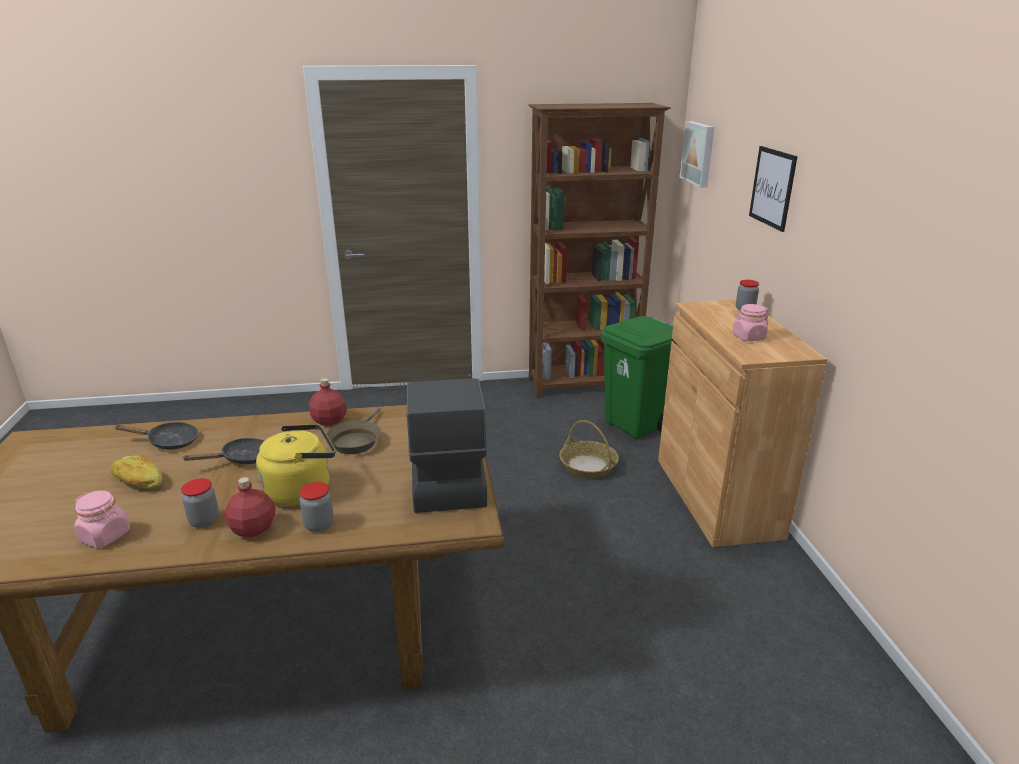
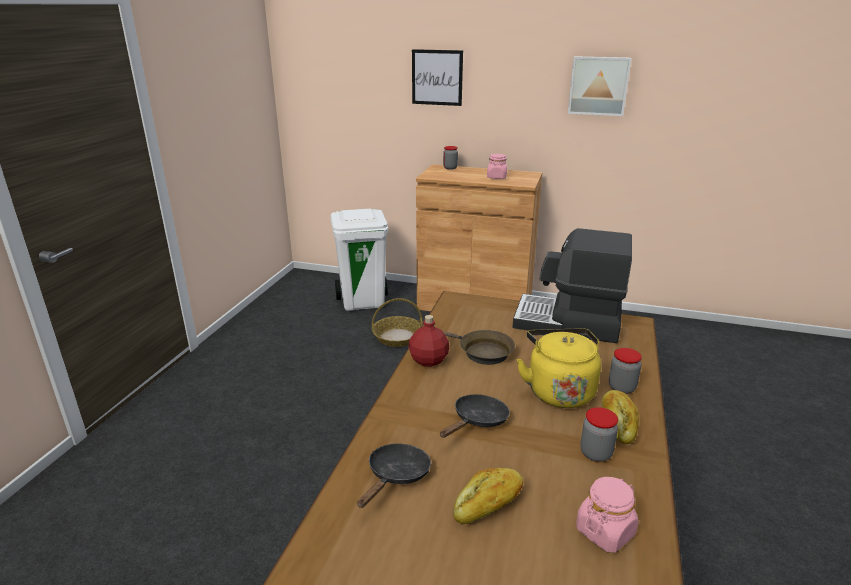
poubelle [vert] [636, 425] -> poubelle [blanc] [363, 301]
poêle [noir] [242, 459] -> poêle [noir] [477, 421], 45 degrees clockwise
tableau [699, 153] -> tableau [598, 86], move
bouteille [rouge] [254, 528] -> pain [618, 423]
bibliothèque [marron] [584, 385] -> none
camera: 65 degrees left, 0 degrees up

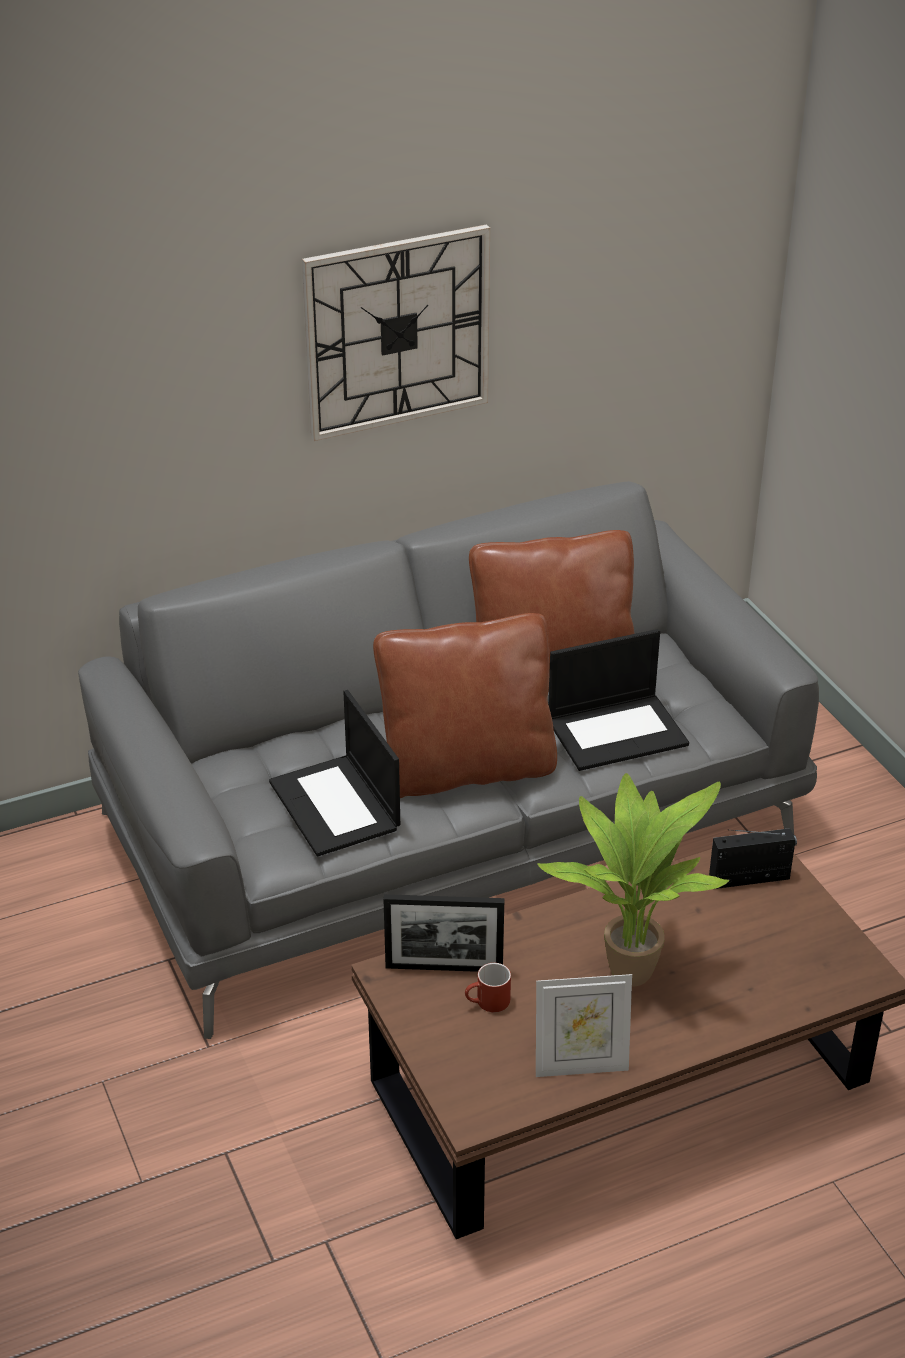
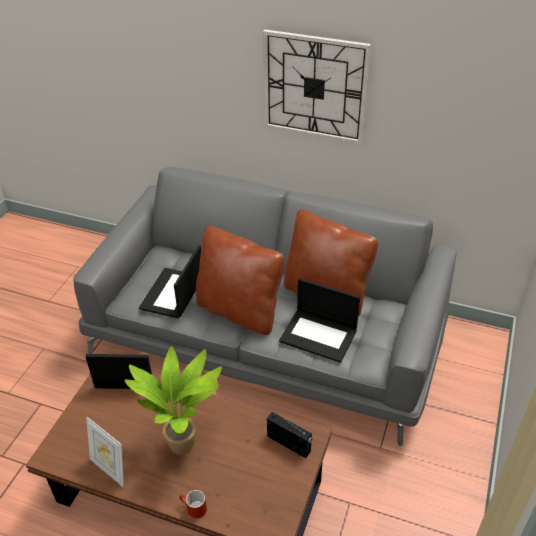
cadre photo [444, 968] -> cadre photo [124, 387], 135 degrees clockwise
mug [rouge] [487, 1003] -> mug [rouge] [193, 509], move
camera: 45 degrees right, 5 degrees up

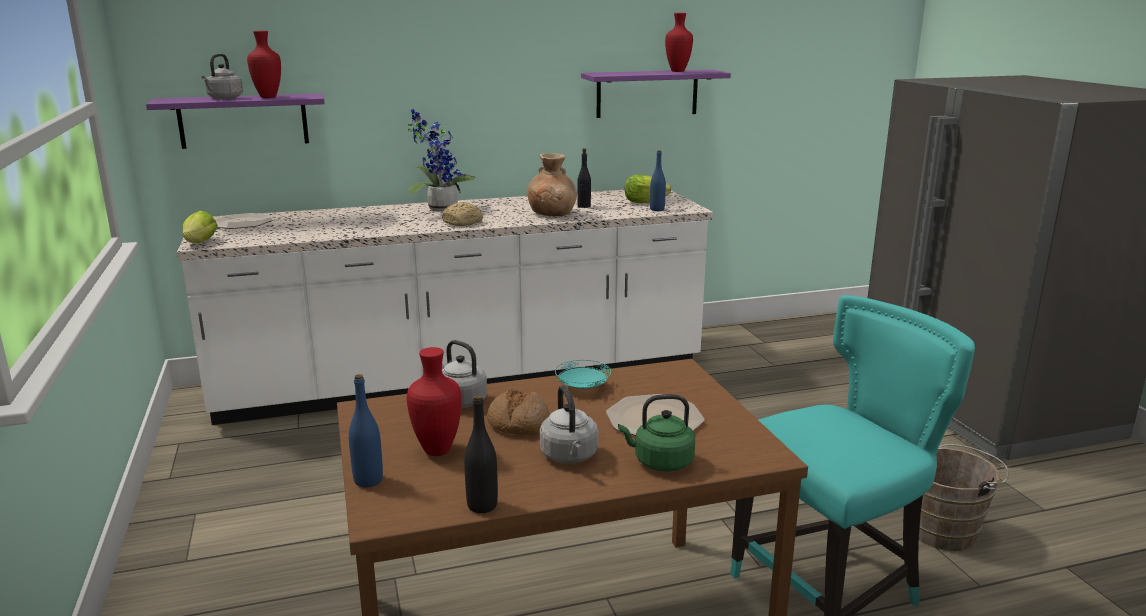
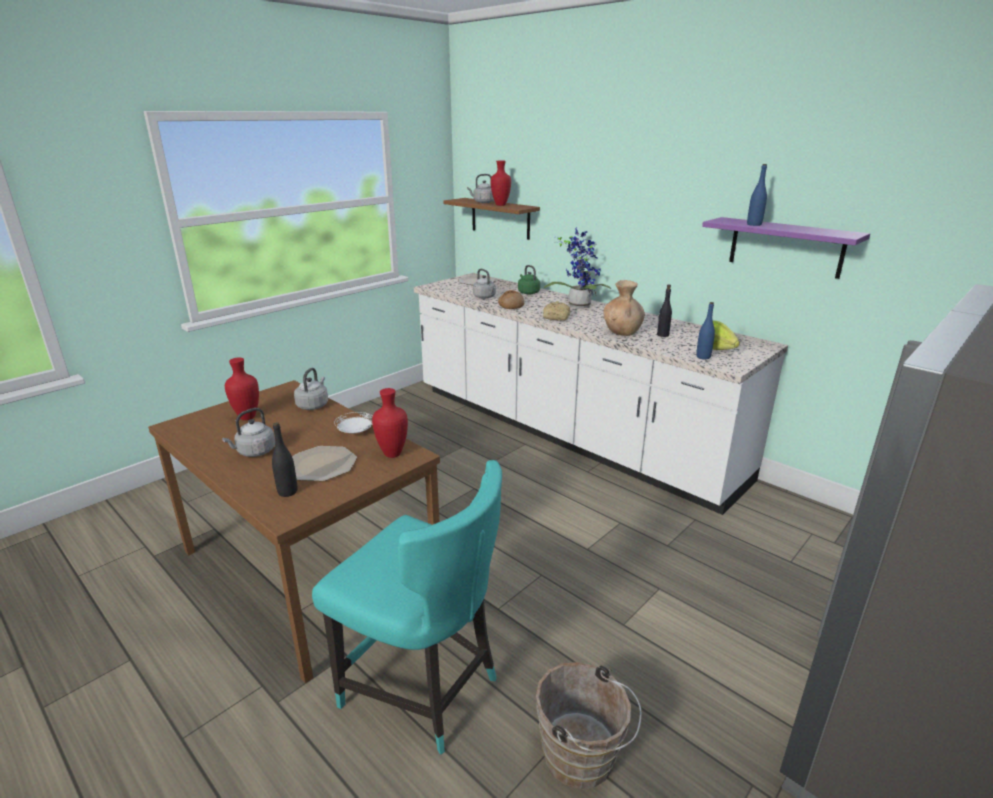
bouteille [noir] [482, 506] -> bouteille [noir] [287, 492], move
assiette [turquoise] [582, 388] -> assiette [blanc] [355, 432]
vase [rouge] [678, 71] -> vase [rouge] [393, 454], move
étagère [violet] [243, 121] -> étagère [marron] [500, 218]
none -> bouilloire [gris] [485, 297]
pain [518, 424] -> pain [511, 305], move
bouilloire [vert] [660, 462] -> bouilloire [vert] [528, 292], move
bouteille [bleu] [368, 480] -> bouteille [bleu] [754, 224], move
laitue [199, 243] -> none
camera: 60 degrees right, 5 degrees up

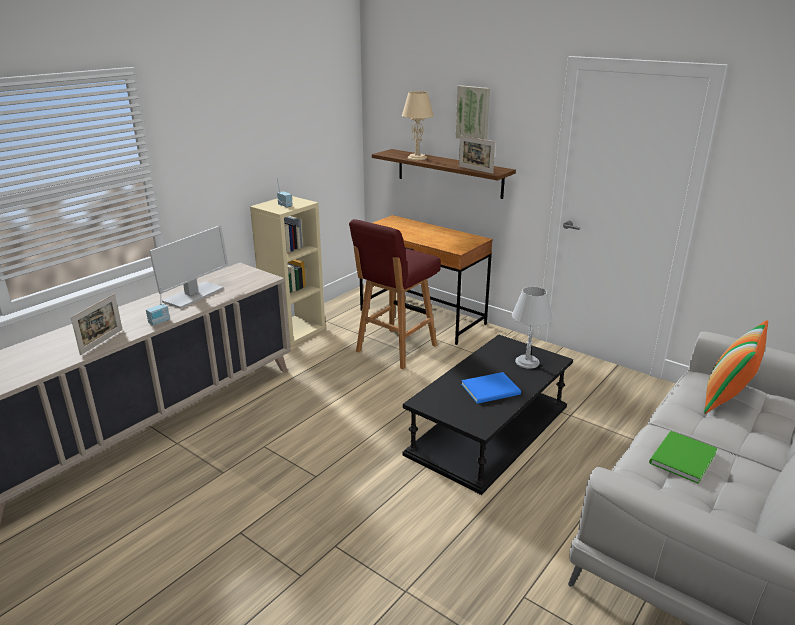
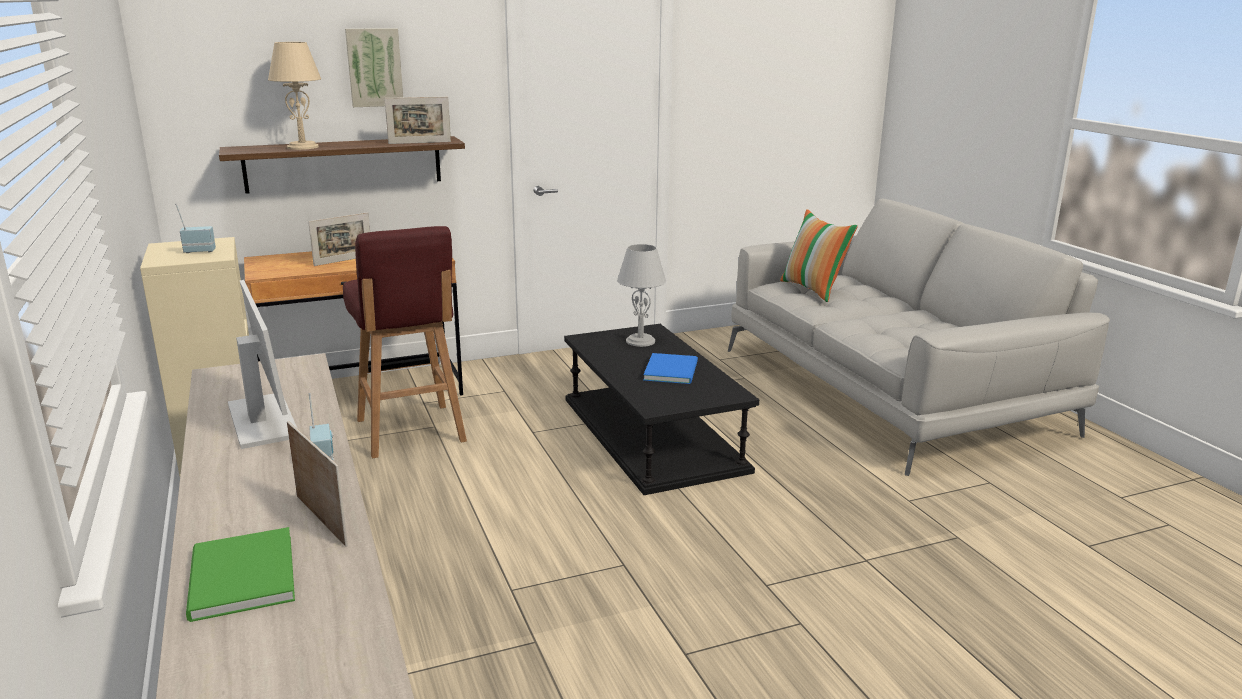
livre [vert] [680, 458] -> livre [vert] [239, 579], move
none -> cadre photo [343, 260]
camera: 60 degrees left, 5 degrees down

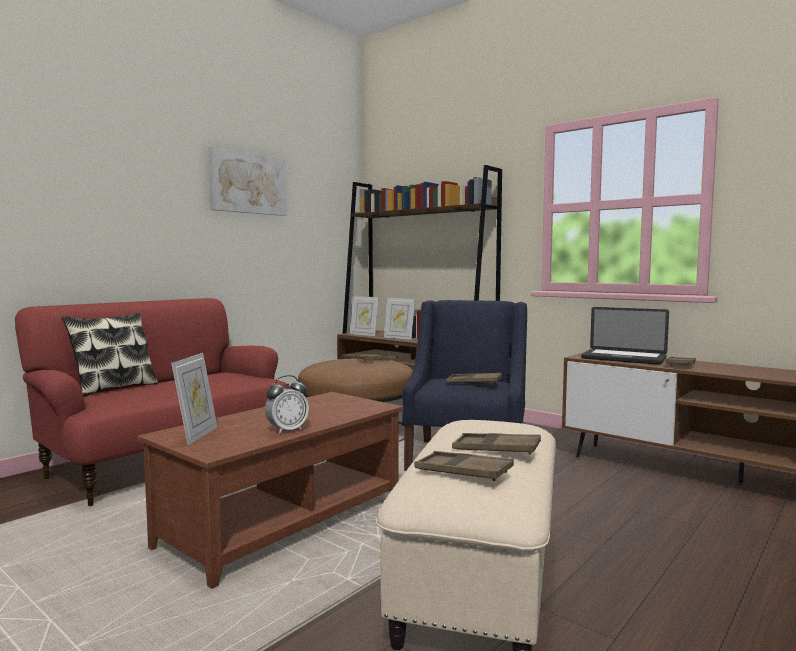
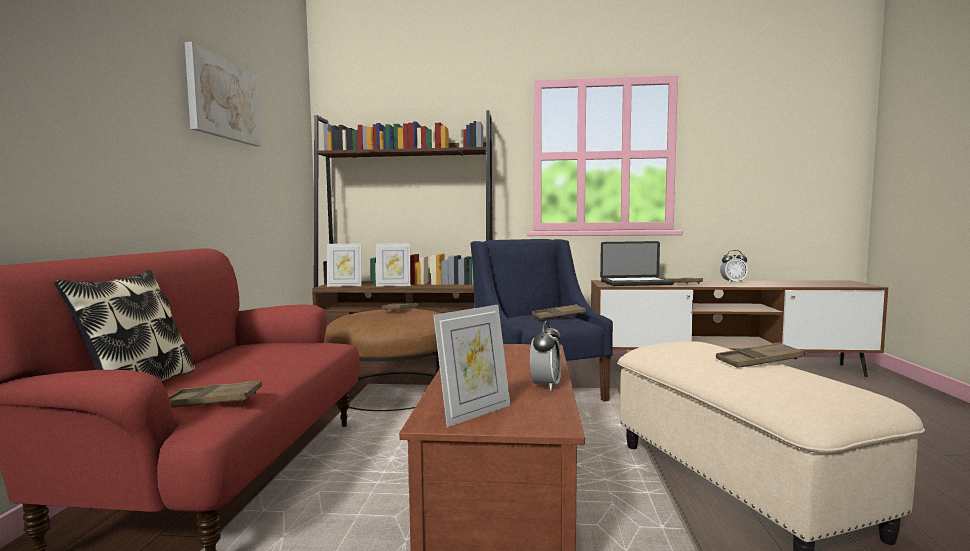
plateau [marron] [463, 472] -> plateau [marron] [212, 402], move
cadre photo [197, 435] -> cadre photo [474, 413], 75 degrees clockwise
none -> réveil [733, 282]
camera: 35 degrees left, 0 degrees up

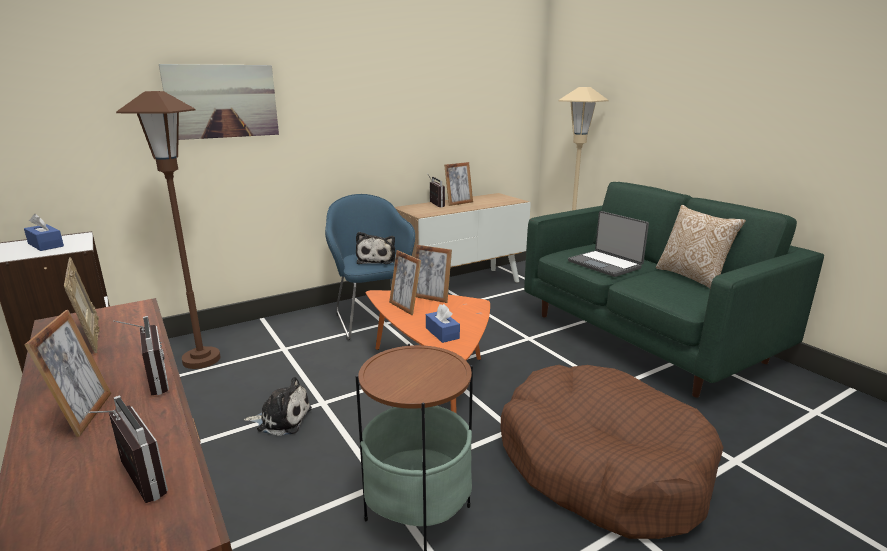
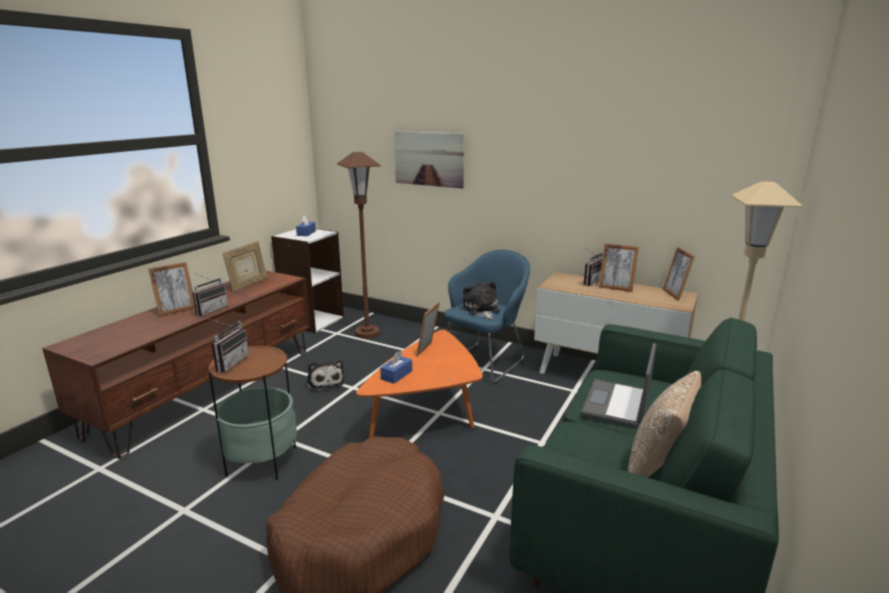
radio [132, 483] -> radio [229, 363], move
peluche [377, 259] -> peluche [481, 310], 105 degrees clockwise
cadre photo [431, 298] -> cadre photo [674, 295], move
camera: 60 degrees right, 0 degrees up

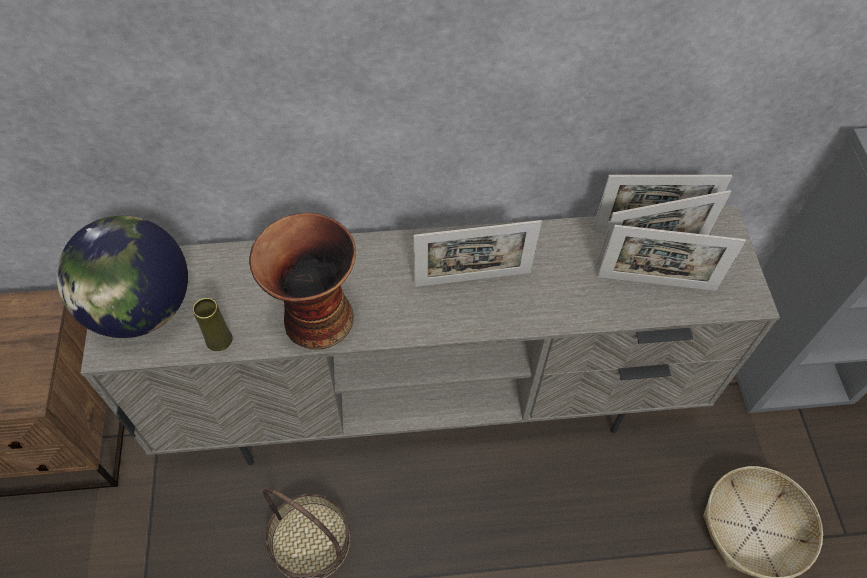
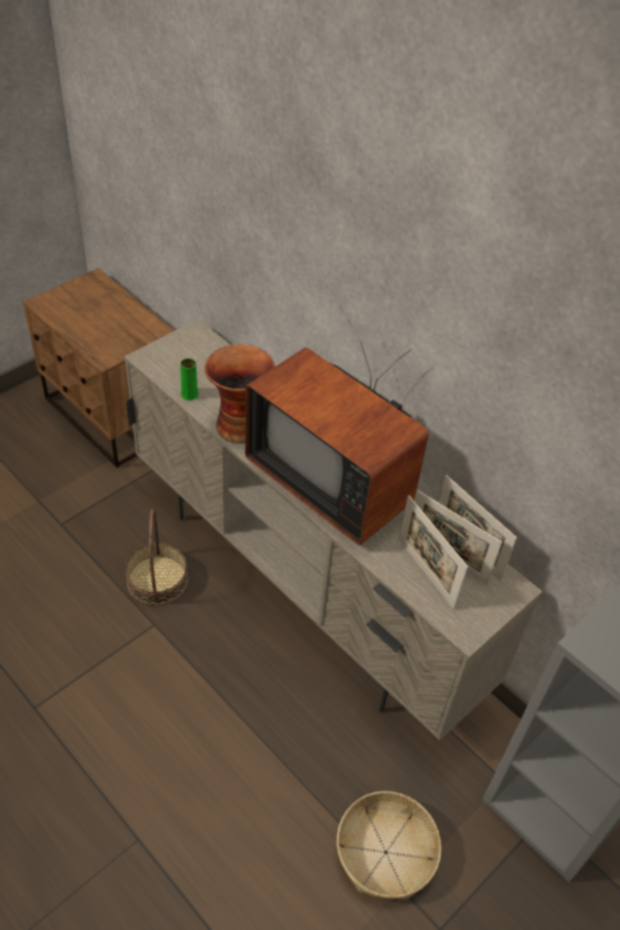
vase [jaune] [219, 339] -> vase [vert] [189, 394]
cadre photo [473, 279] -> téléviseur [334, 478]
globe [141, 308] -> none
camera: 50 degrees right, 10 degrees down

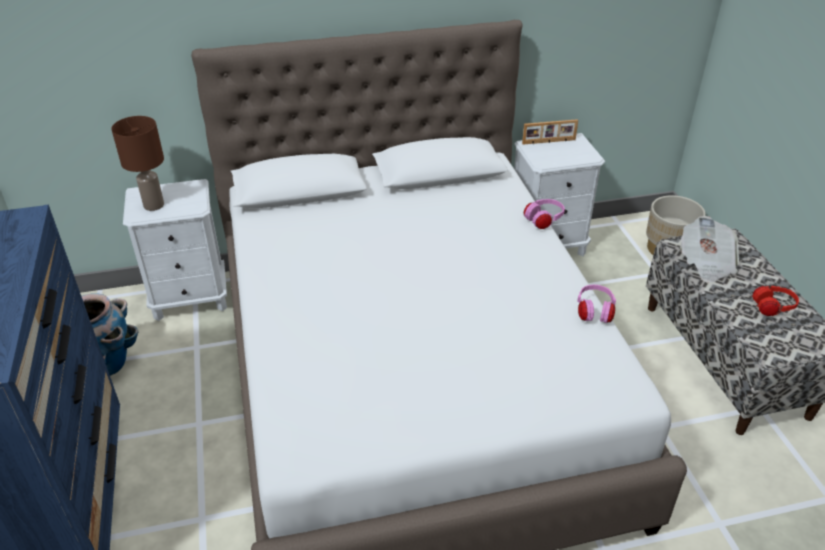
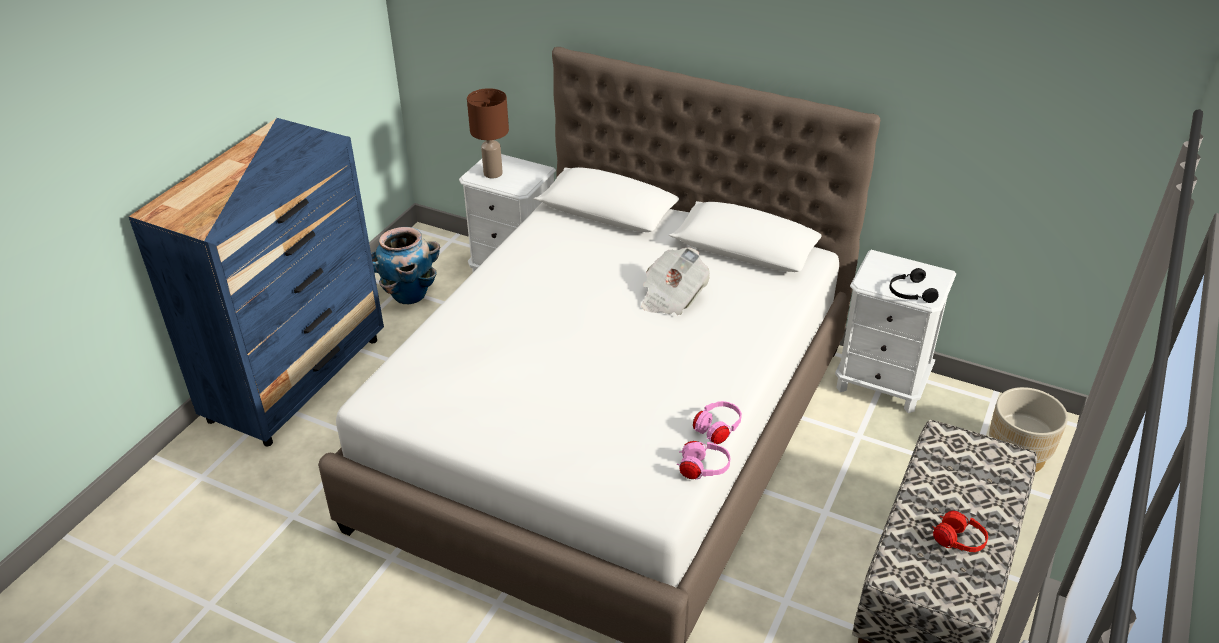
journal [706, 263] -> journal [672, 297], move
casque audio [rose] [543, 221] -> casque audio [rose] [703, 470], move
none -> casque audio [noir] [909, 293]
cadre photo [549, 142] -> none
camera: 40 degrees right, 0 degrees up

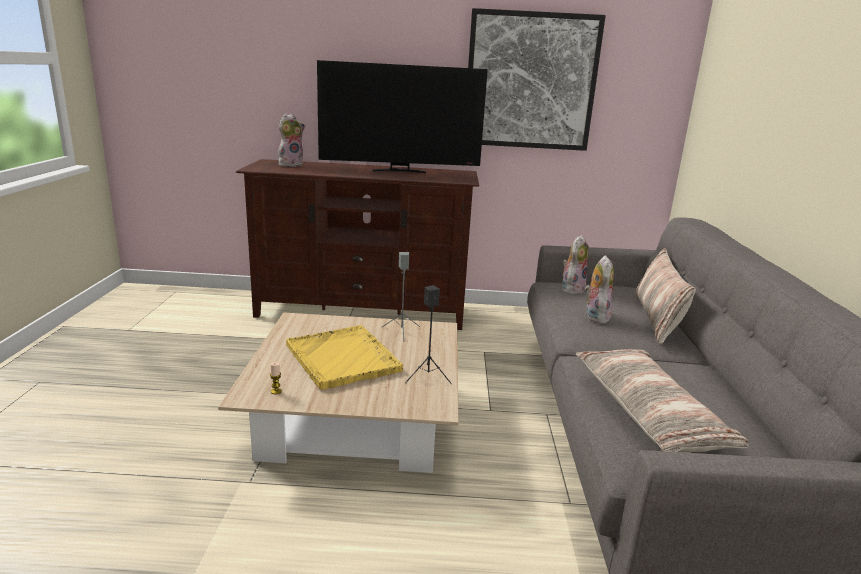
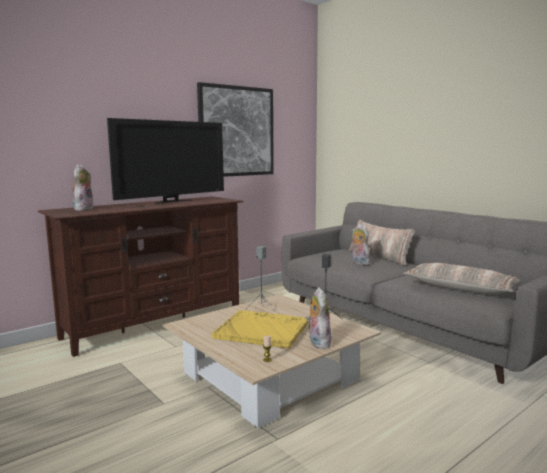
peluche [572, 289] -> peluche [318, 342], move
camera: 40 degrees left, 10 degrees down

